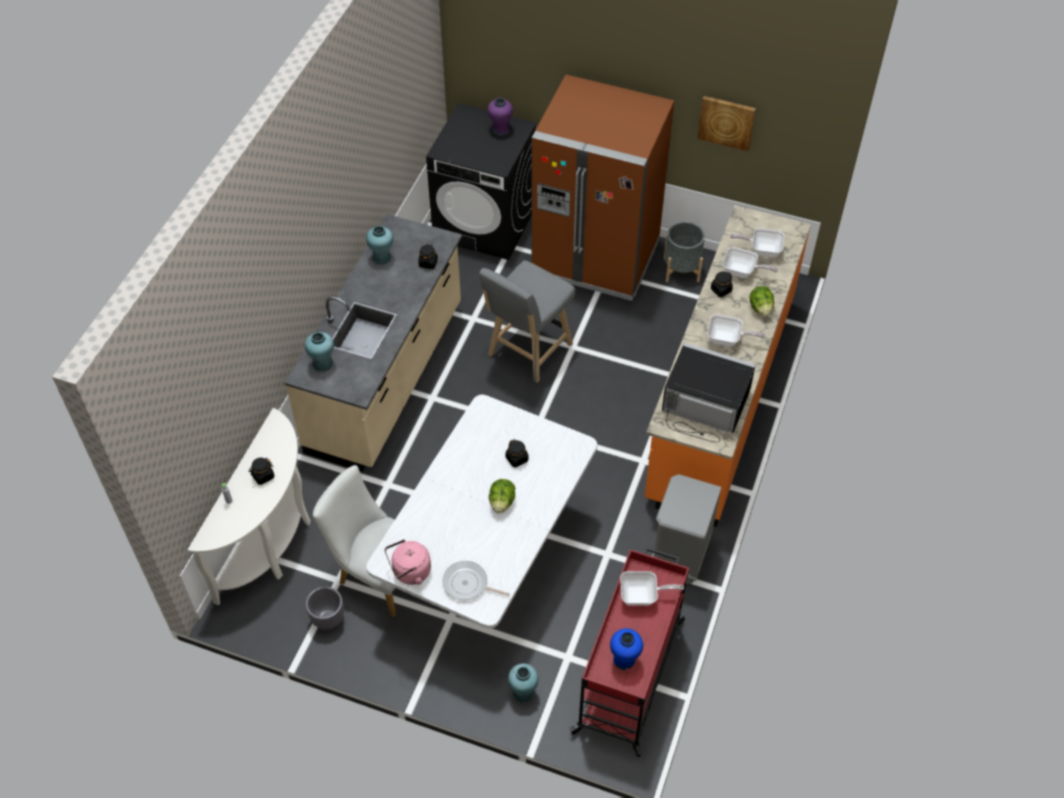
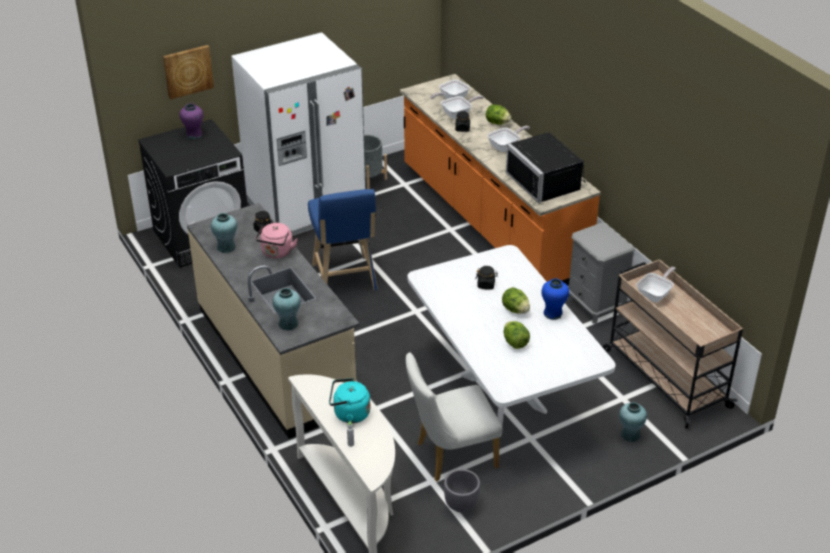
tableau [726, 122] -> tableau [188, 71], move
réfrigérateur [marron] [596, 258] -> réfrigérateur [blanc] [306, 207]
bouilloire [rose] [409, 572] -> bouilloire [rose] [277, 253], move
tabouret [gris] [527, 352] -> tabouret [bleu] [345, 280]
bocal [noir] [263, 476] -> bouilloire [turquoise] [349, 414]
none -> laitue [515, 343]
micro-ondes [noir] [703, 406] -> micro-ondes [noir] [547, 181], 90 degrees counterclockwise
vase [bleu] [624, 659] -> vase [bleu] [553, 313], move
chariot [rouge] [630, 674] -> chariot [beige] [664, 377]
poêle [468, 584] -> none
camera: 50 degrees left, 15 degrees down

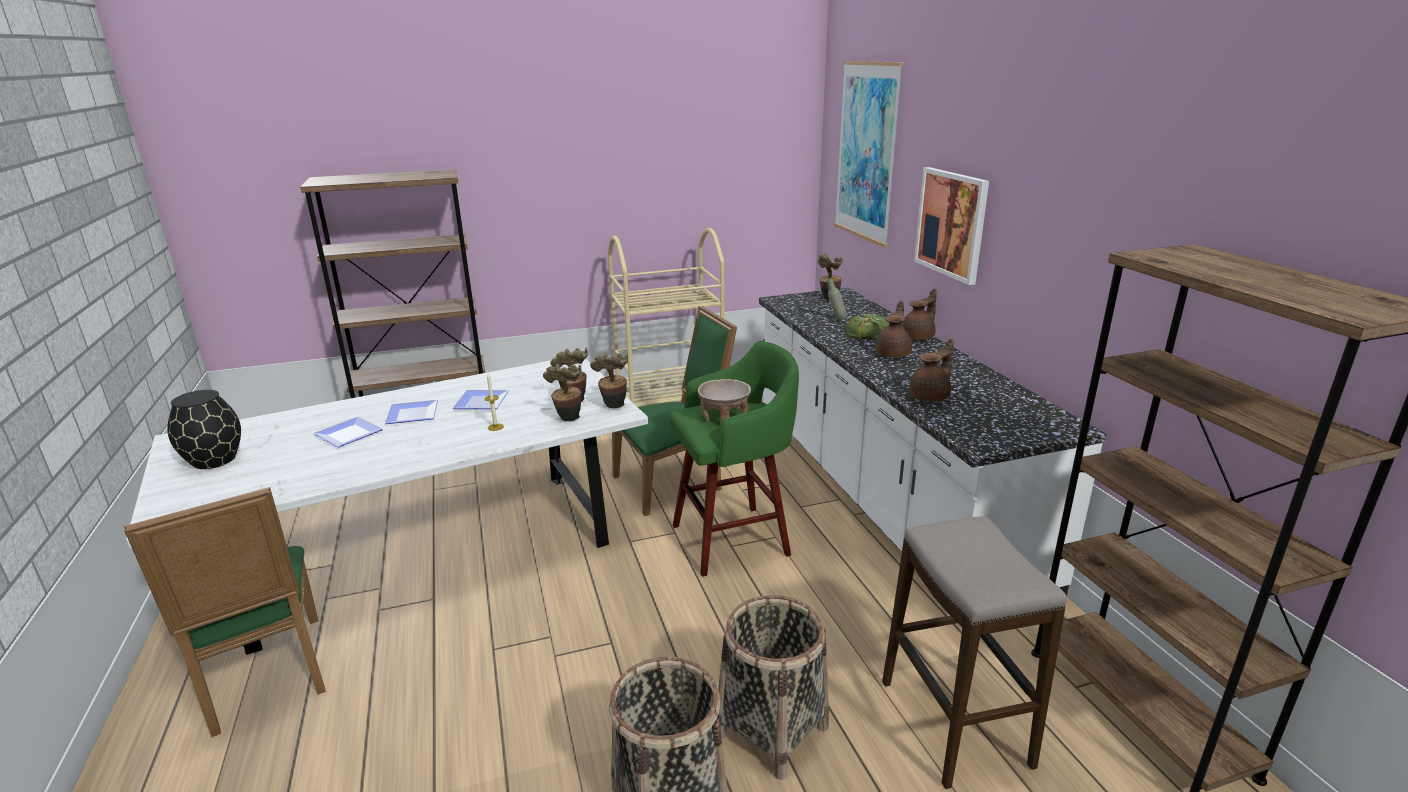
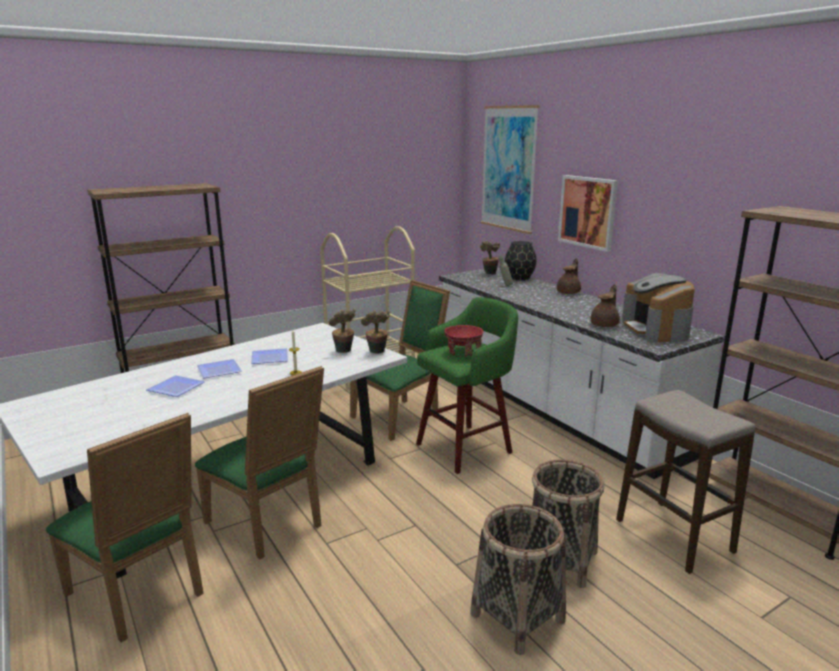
none -> chaise [vert] [269, 525]
bol [beige] [724, 417] -> bol [rouge] [463, 352]
vase [noir] [213, 460] -> vase [noir] [519, 278], move
none -> machine à café [655, 330]
plante en pot [568, 419] -> none
pain [868, 333] -> none
théière [marron] [894, 353] -> none
camera: 15 degrees left, 5 degrees down

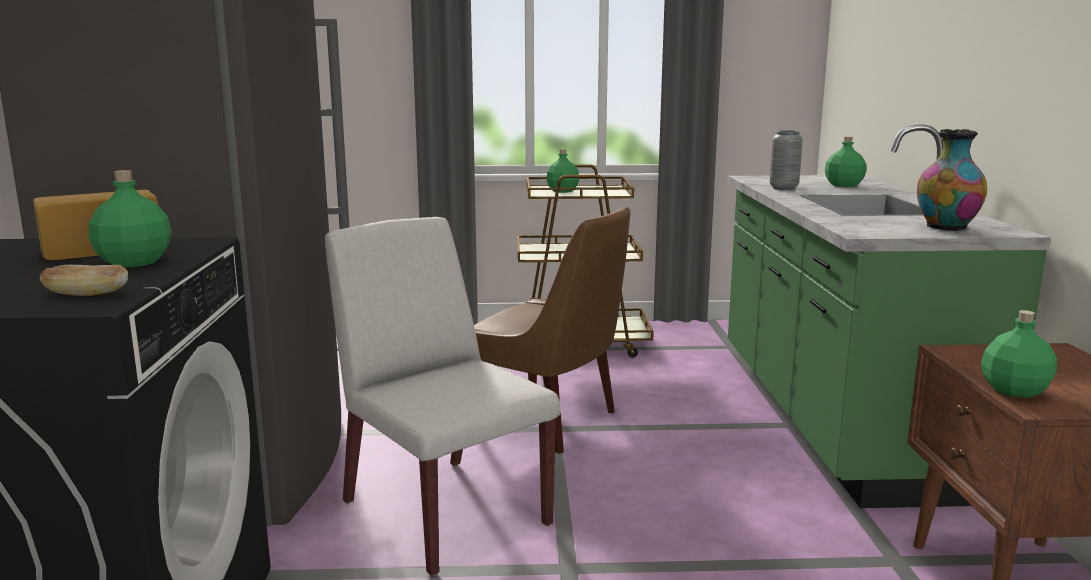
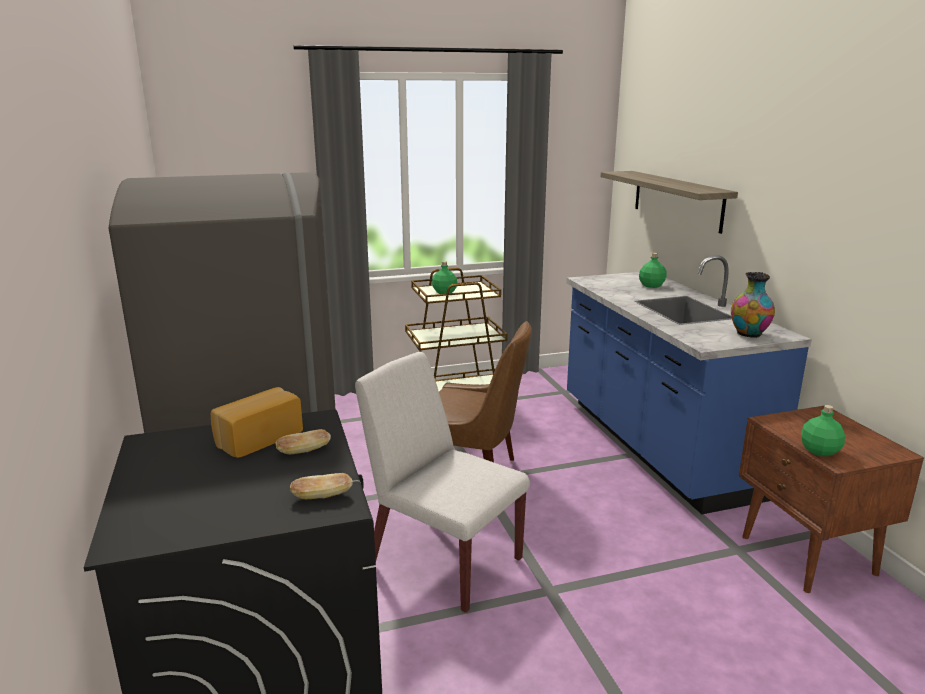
bouteille [vert] [136, 262] -> pain [304, 451]
comptoir de cuisine [vert] [834, 419] -> comptoir de cuisine [bleu] [656, 446]
none -> étagère [677, 200]
vase [gris] [783, 188] -> none
camera: 15 degrees left, 5 degrees up

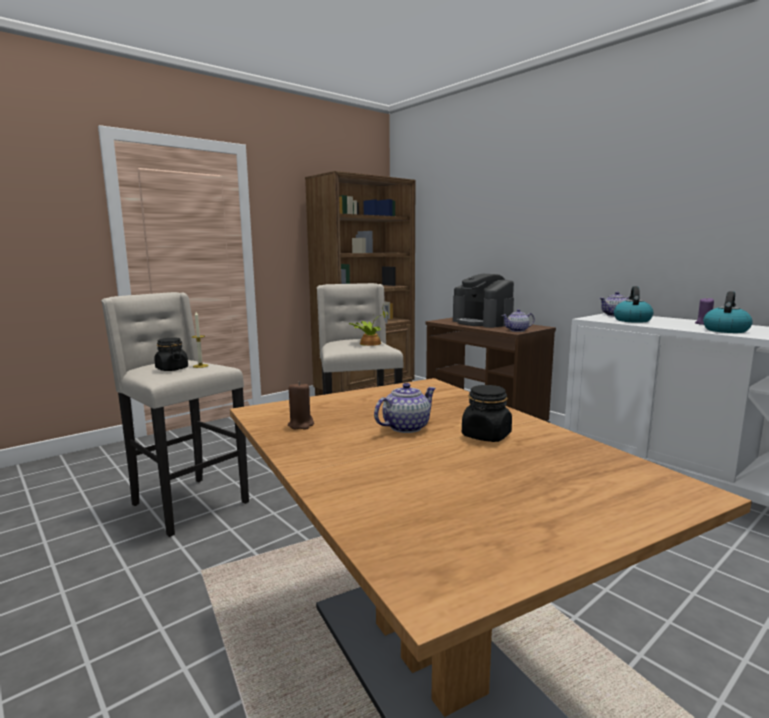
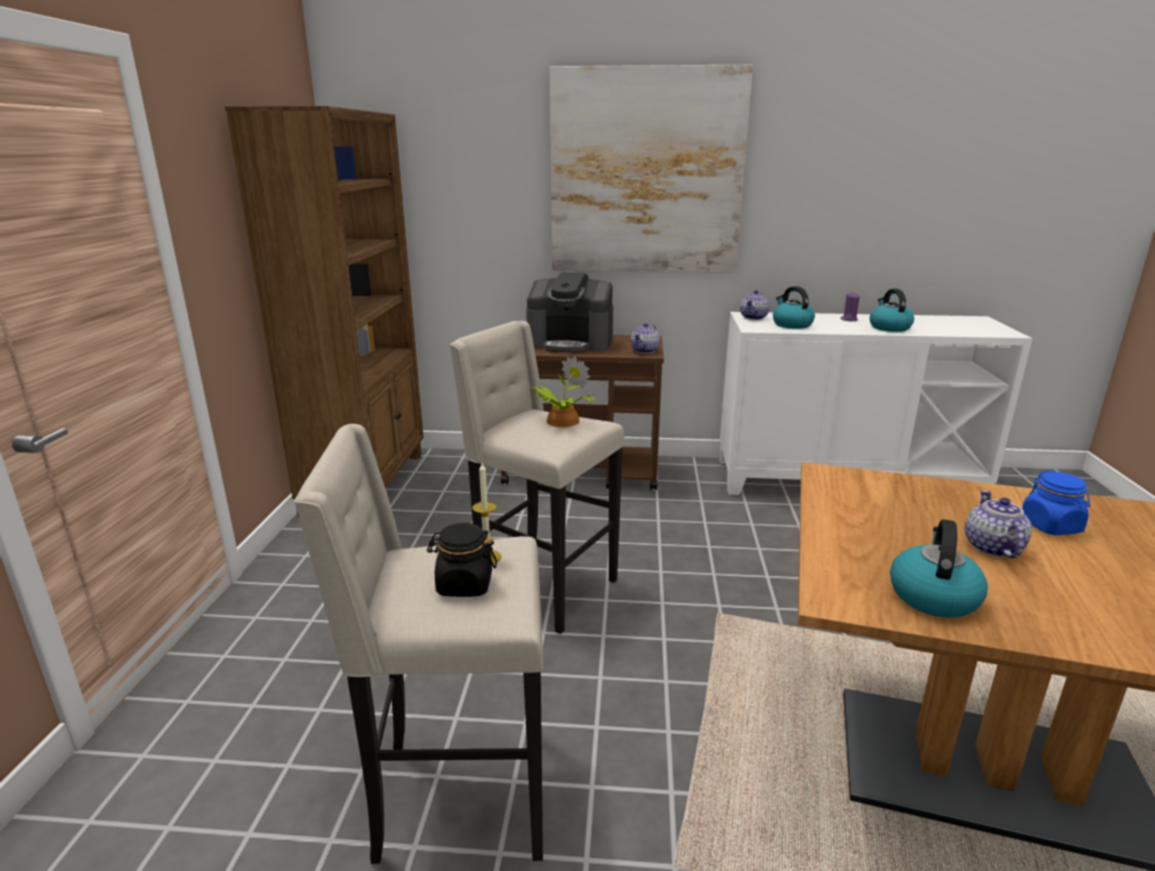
none -> tableau [646, 173]
bougie [marron] [301, 425] -> bouilloire [932, 595]
bocal [noir] [486, 436] -> bocal [bleu] [1051, 526]
camera: 45 degrees left, 10 degrees up

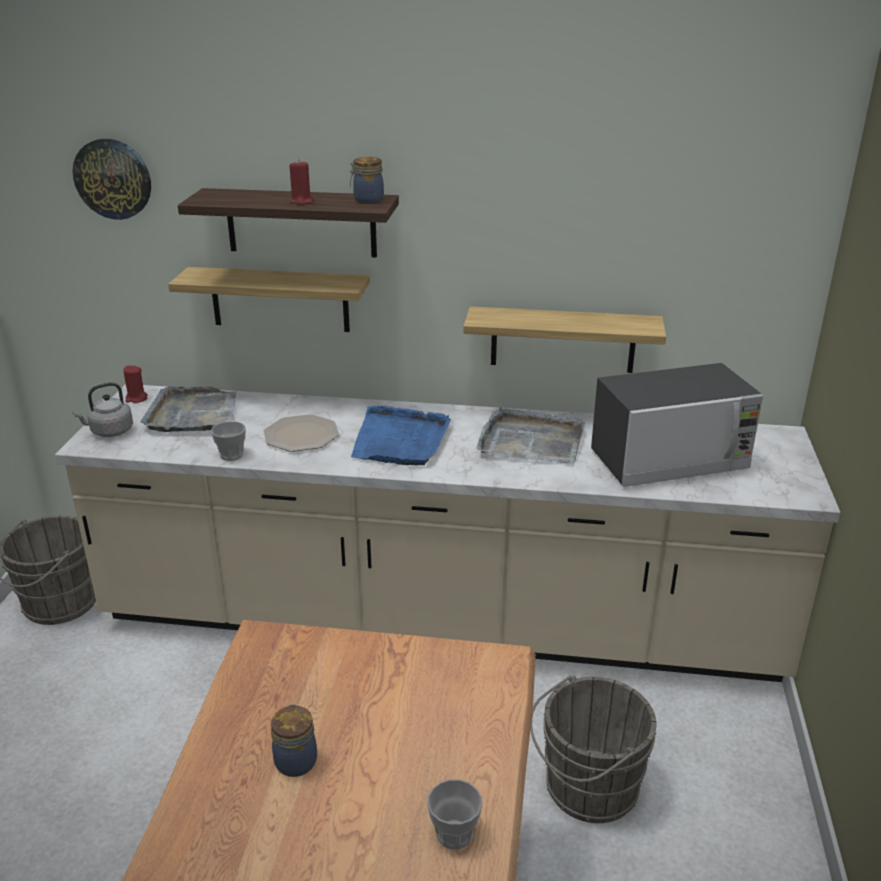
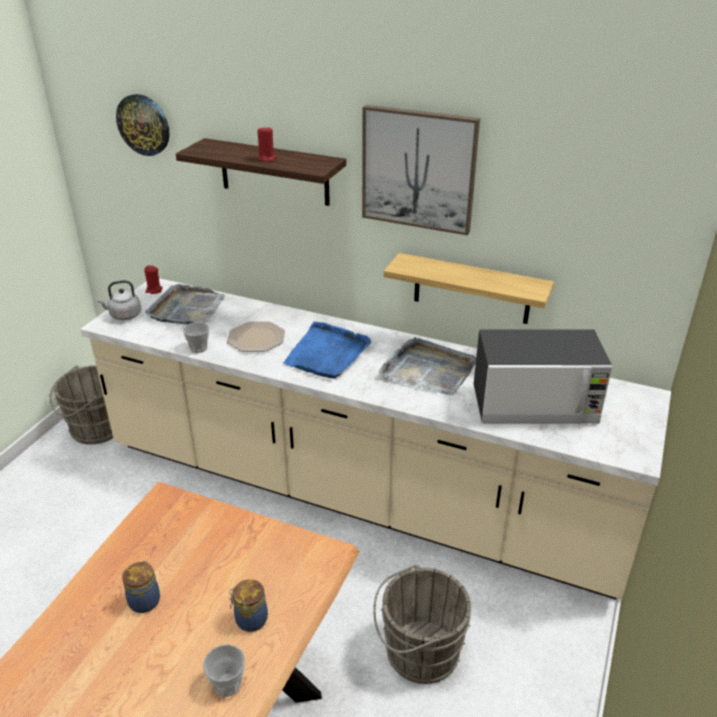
bocal [367, 200] -> bocal [250, 619], move
none -> tableau [418, 169]
étagère [280, 299] -> none
camera: 15 degrees right, 5 degrees up

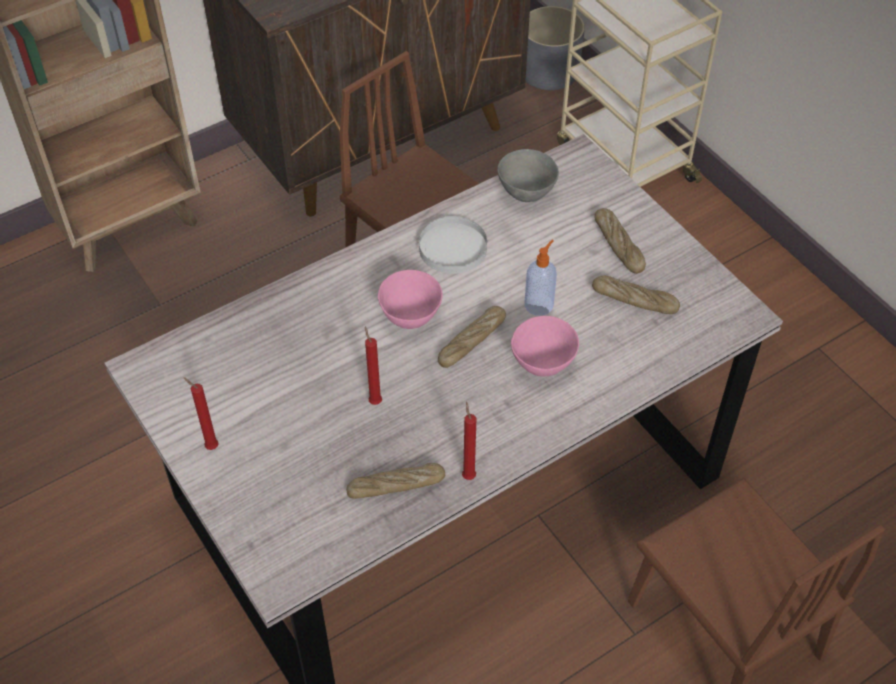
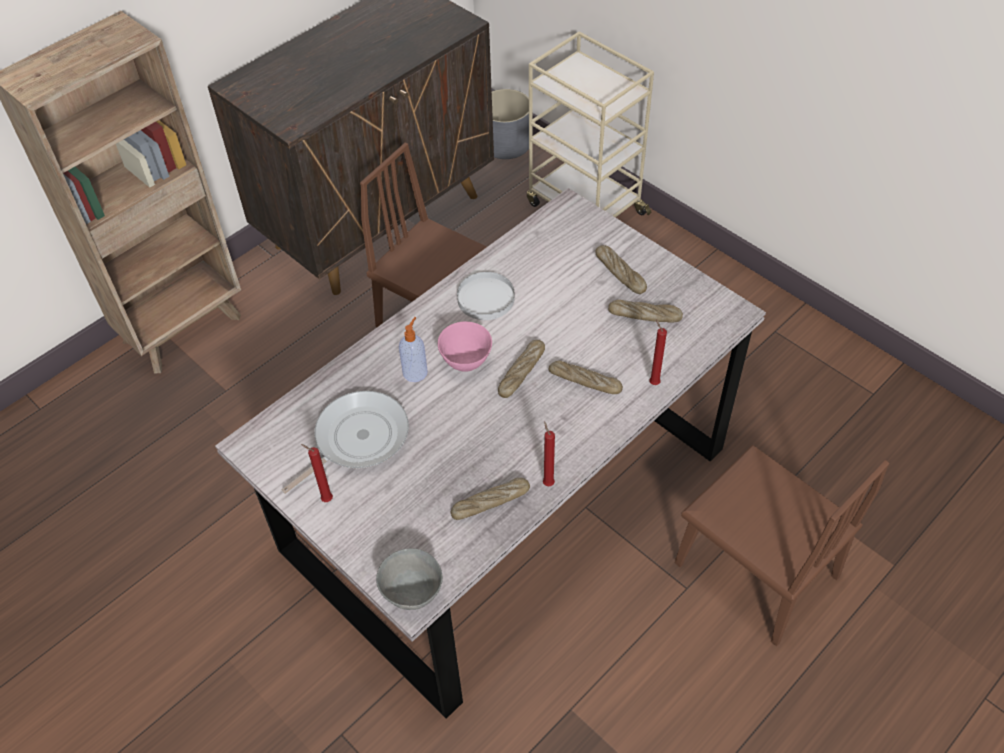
none -> poêle [357, 439]
bol [gris] [527, 194] -> bol [gris] [413, 593], move
distributeur de savon [539, 304] -> distributeur de savon [415, 372], move
bol [rose] [543, 365] -> pain [585, 382]
bougie [rouge] [374, 400] -> bougie [rouge] [653, 382], move
camera: 10 degrees left, 0 degrees up

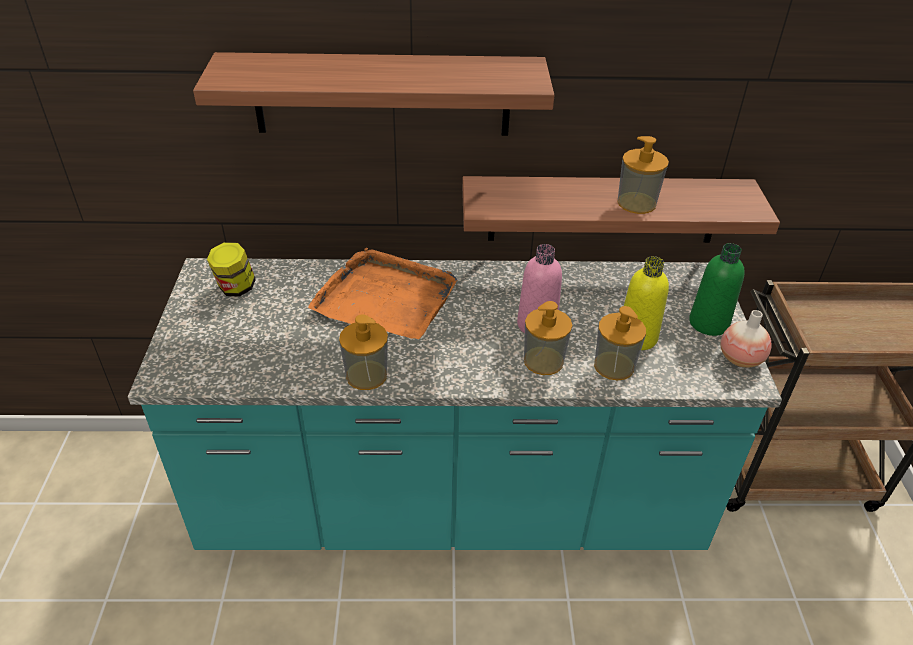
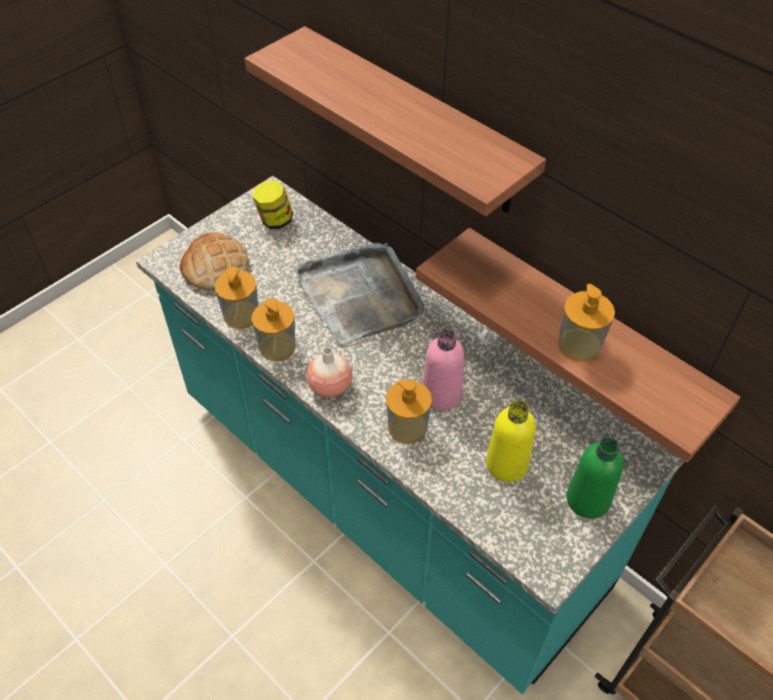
none -> pain [215, 267]
distributeur de savon [614, 366] -> distributeur de savon [241, 315], move
plateau [orange] [386, 298] -> plateau [gris] [361, 295]
vase [740, 359] -> vase [330, 386], move
camera: 45 degrees right, 10 degrees up

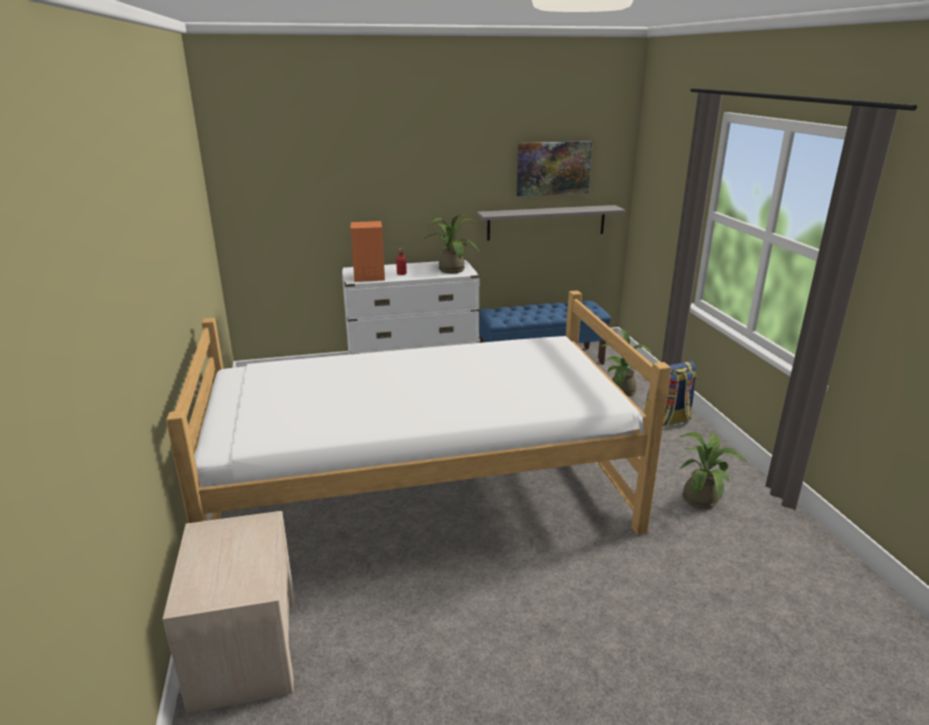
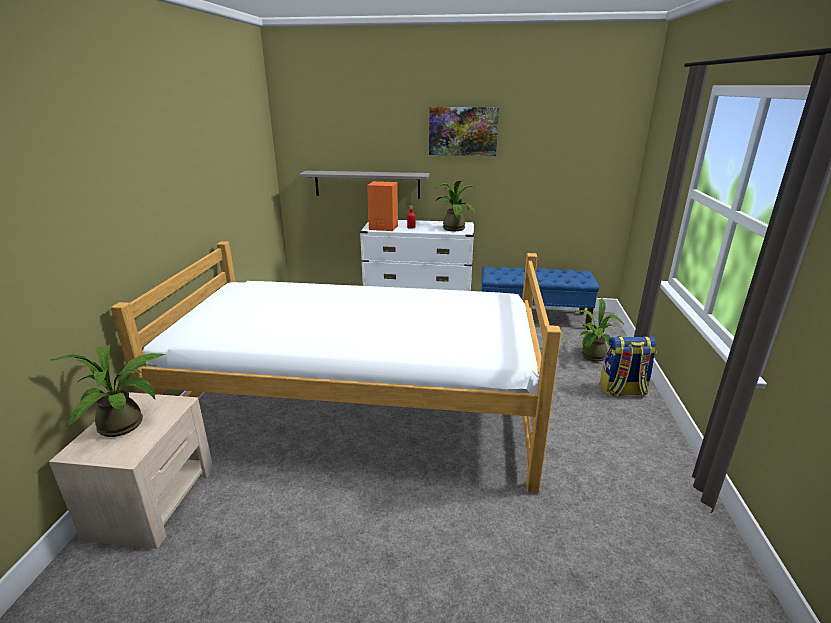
plante en pot [702, 497] -> plante en pot [127, 424], move
étagère [gris] [546, 222] -> étagère [gris] [367, 184], move
tableau [553, 168] -> tableau [463, 131], move
camera: 20 degrees right, 0 degrees up

